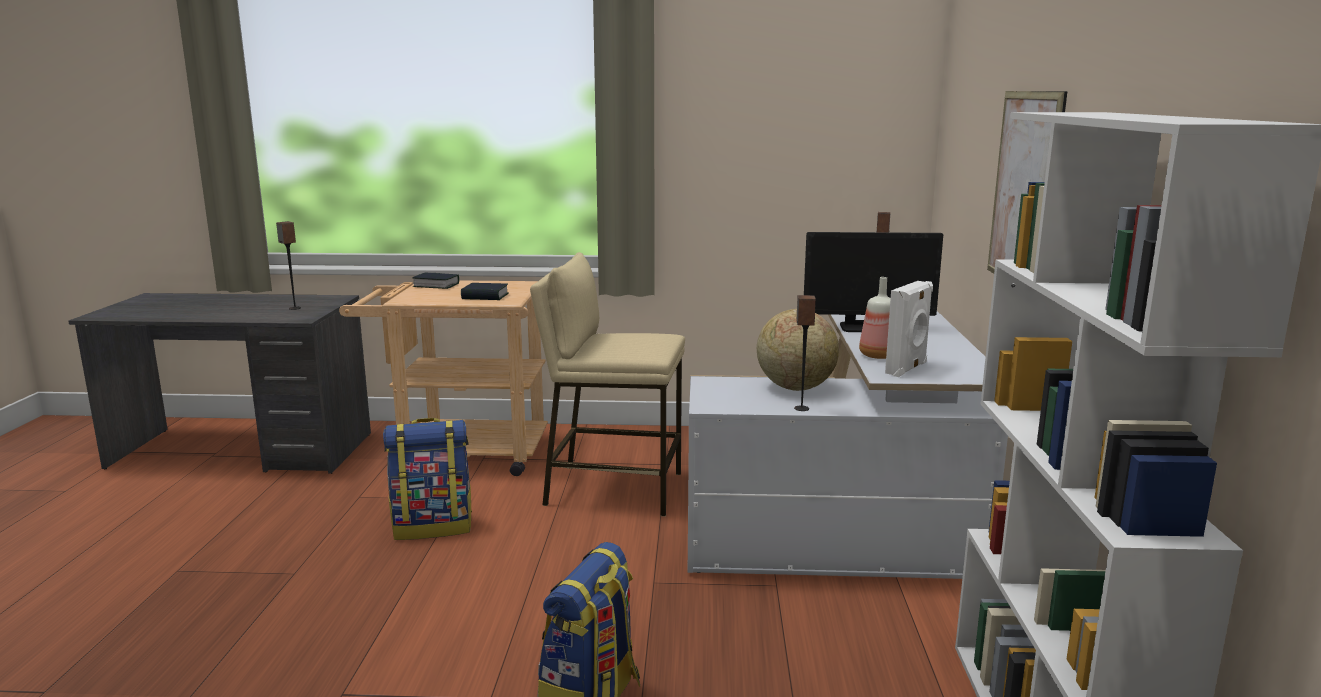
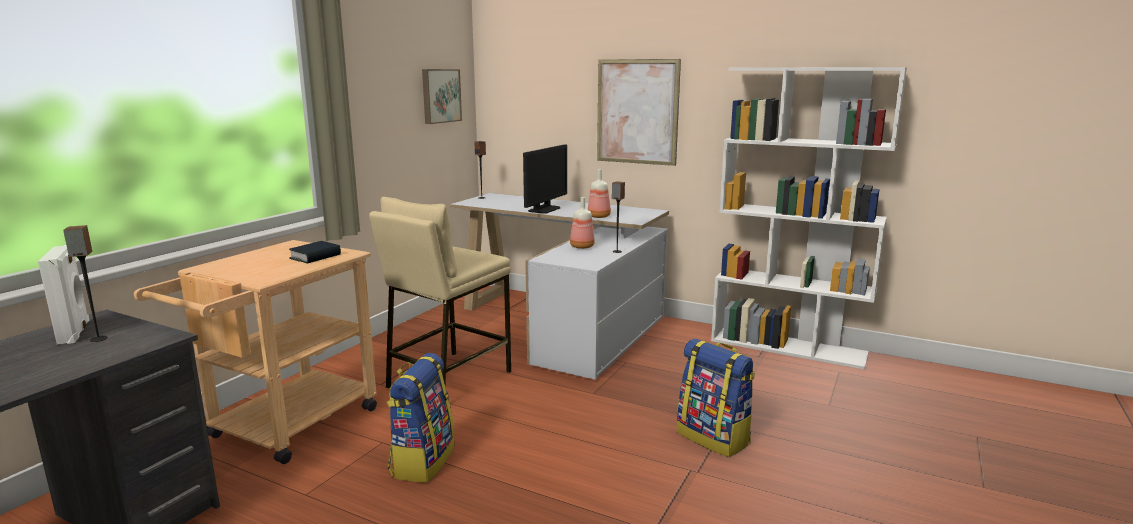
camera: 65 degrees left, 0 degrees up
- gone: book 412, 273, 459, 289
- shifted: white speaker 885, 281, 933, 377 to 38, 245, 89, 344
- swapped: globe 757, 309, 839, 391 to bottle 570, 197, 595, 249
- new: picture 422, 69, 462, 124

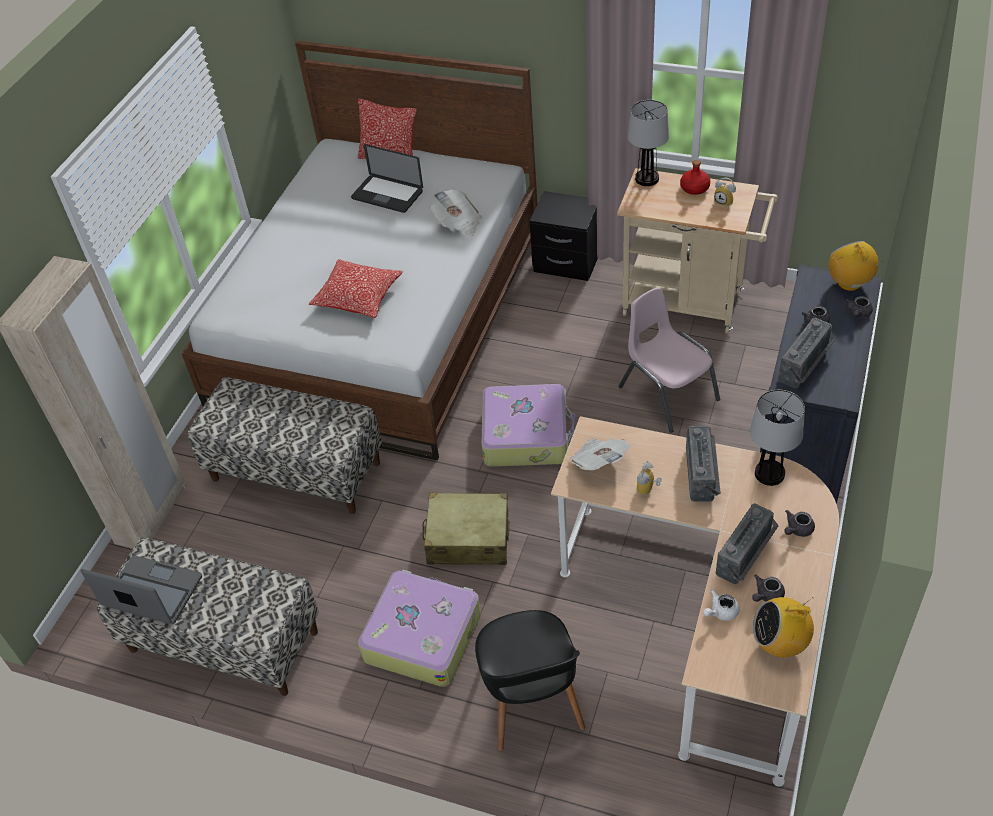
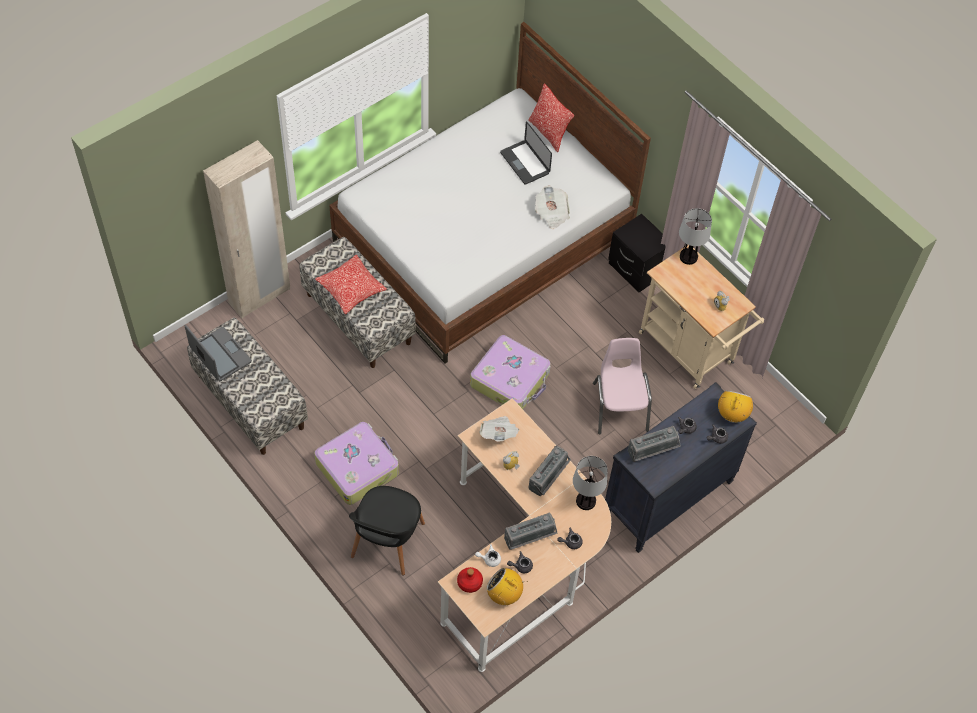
camera: 25 degrees right, 10 degrees up
- shifted: red bottle 680, 160, 710, 195 to 457, 567, 483, 593
- shifted: pillow 309, 259, 403, 318 to 315, 255, 387, 314
- gone: beige suitcase 423, 493, 509, 565

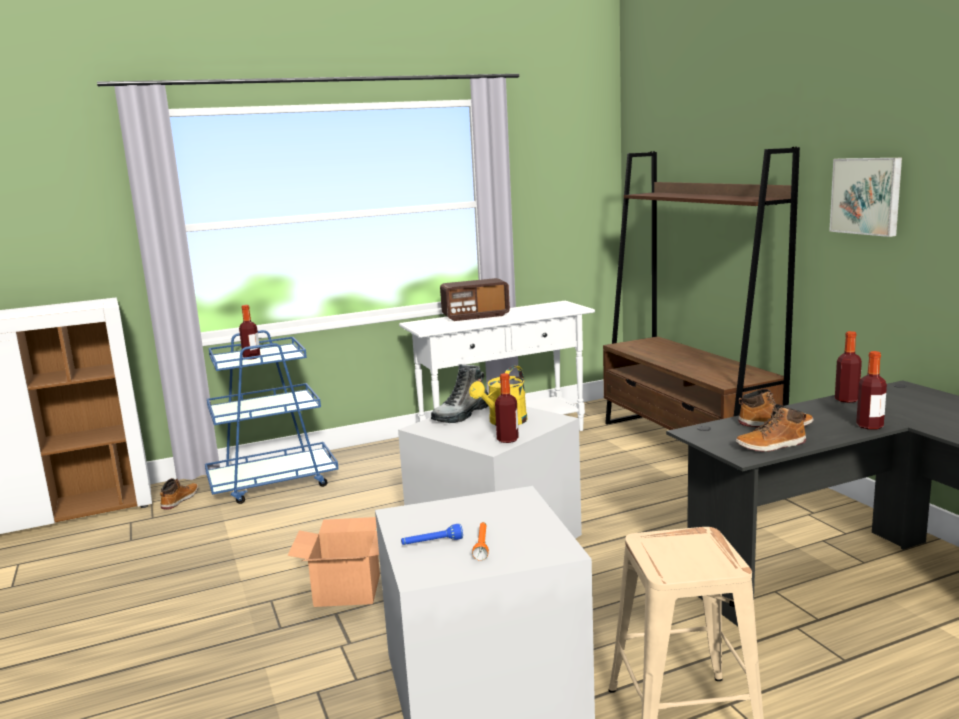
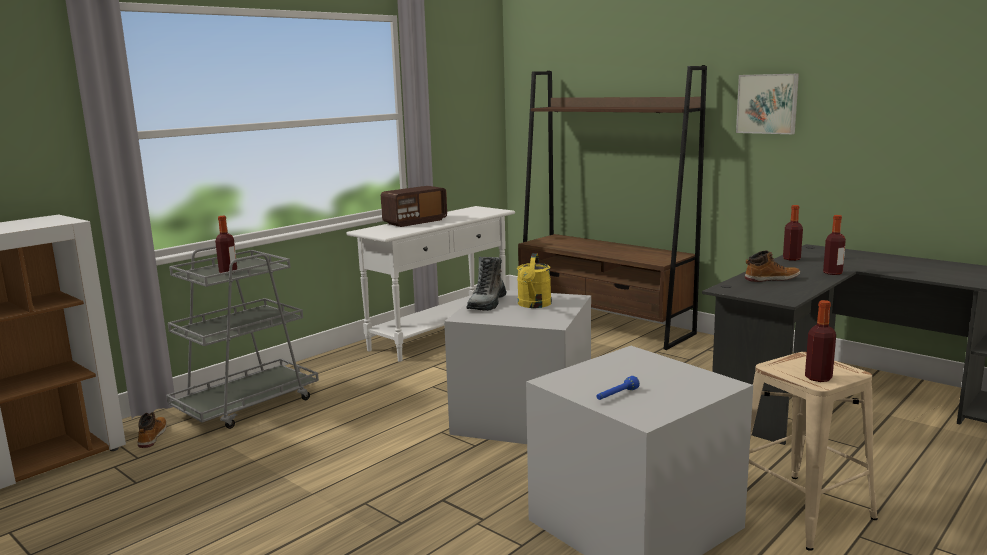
camera: 25 degrees left, 0 degrees up
- repainted: blue cart 205, 330, 338, 504 to grey cart 166, 246, 319, 429
- shifted: bottle 495, 373, 519, 443 to 805, 300, 836, 382
- gone: boot 736, 404, 806, 452
- gone: cardboard box 287, 517, 380, 607
- gone: orange flashlight 472, 522, 489, 561

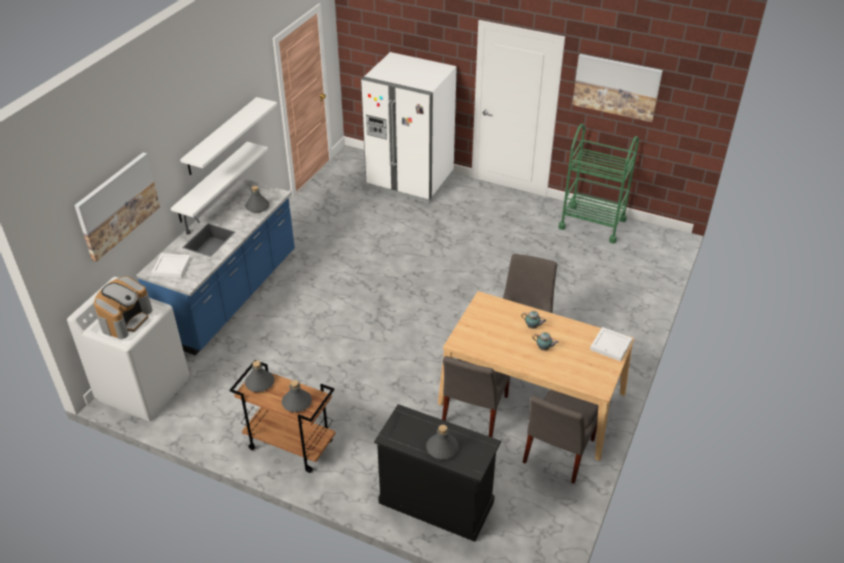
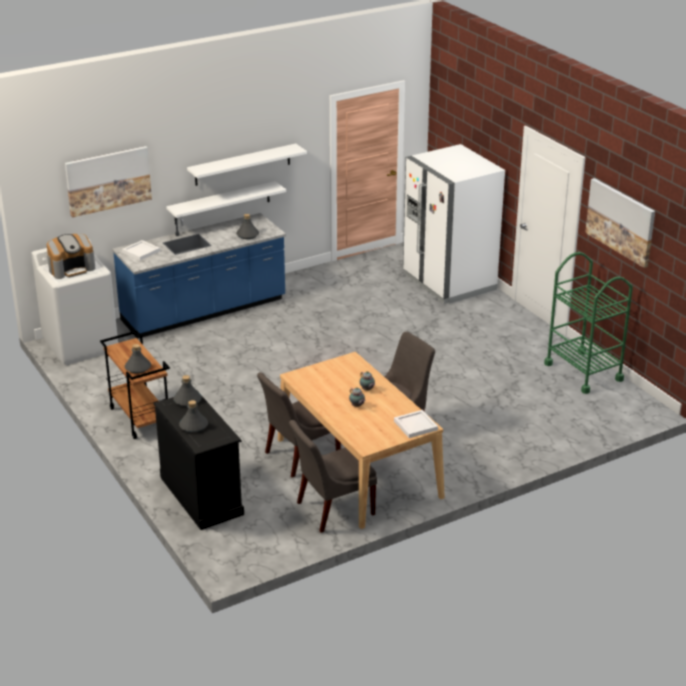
camera: 35 degrees right, 10 degrees down
- shifted: grey bottle 245, 361, 274, 392 to 173, 375, 202, 407

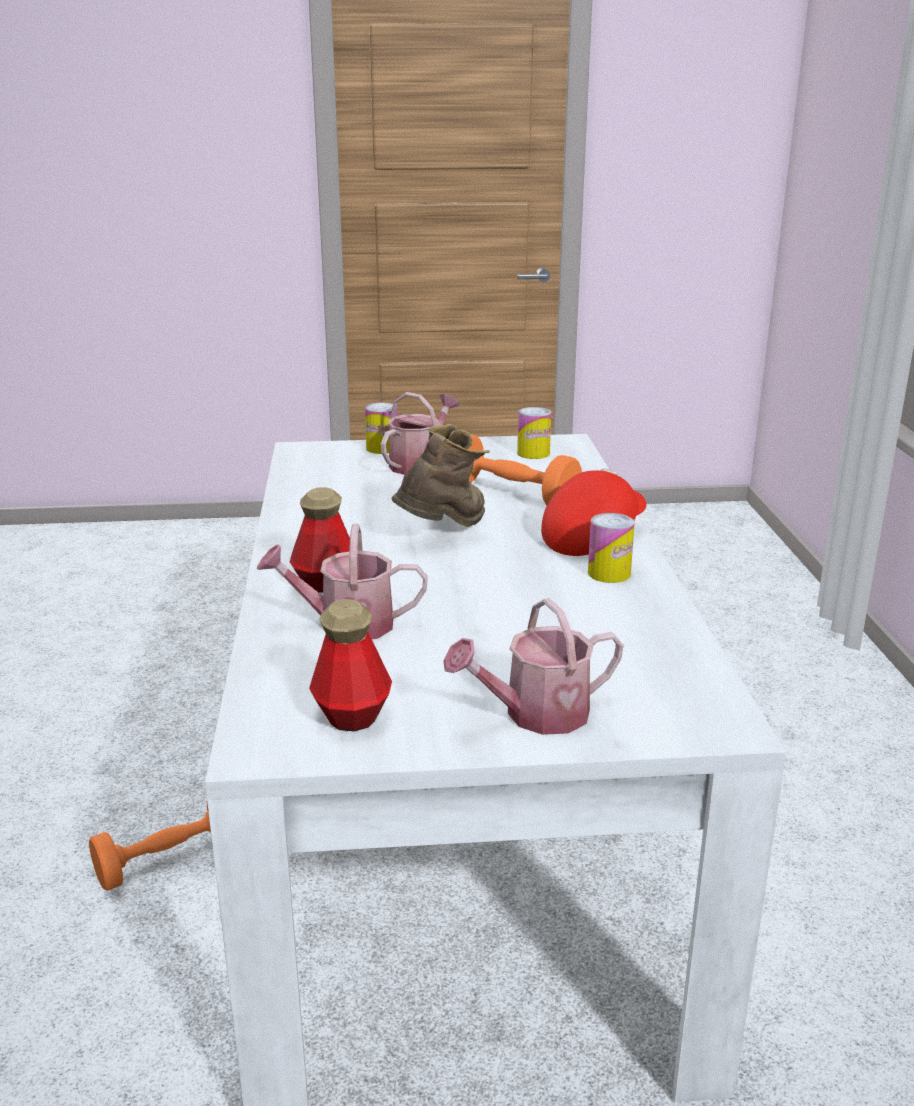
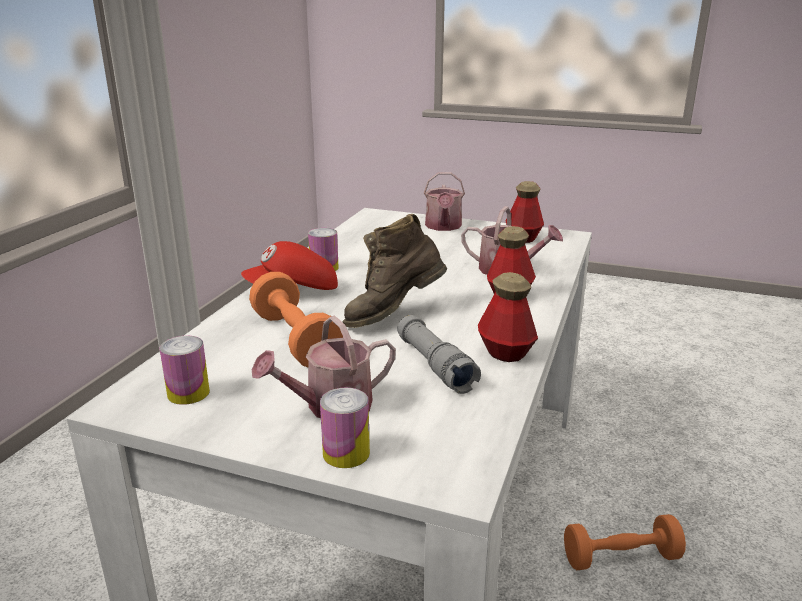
camera: 155 degrees left, 0 degrees up
- rotated: watering can 443, 598, 624, 735 = 424, 172, 465, 231 90 degrees clockwise
- new: bottle 478, 272, 538, 362
- new: grey flashlight 397, 315, 481, 394

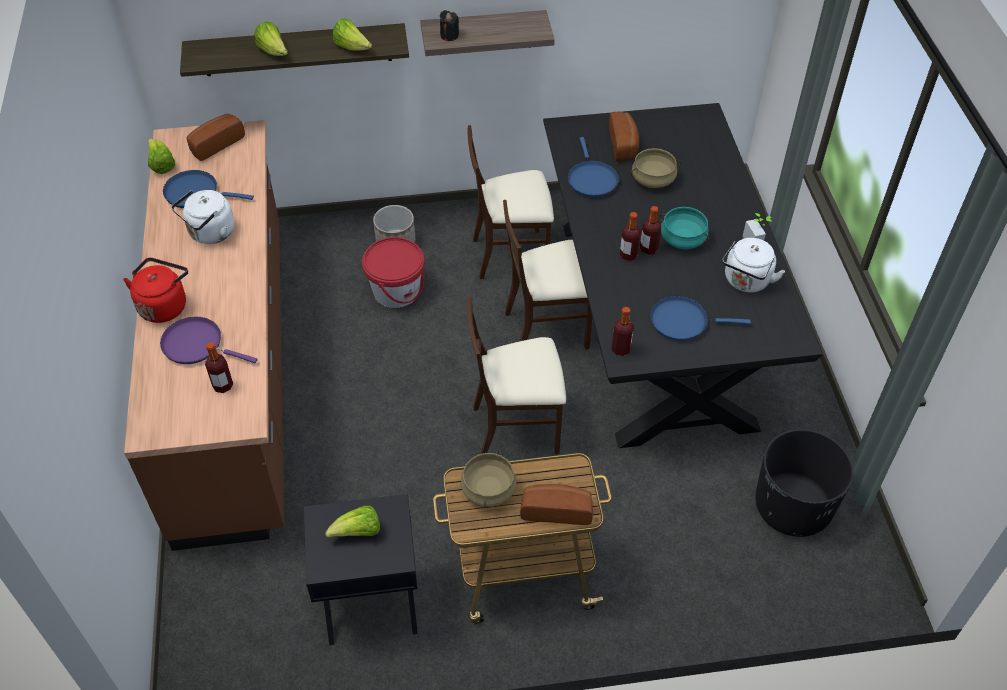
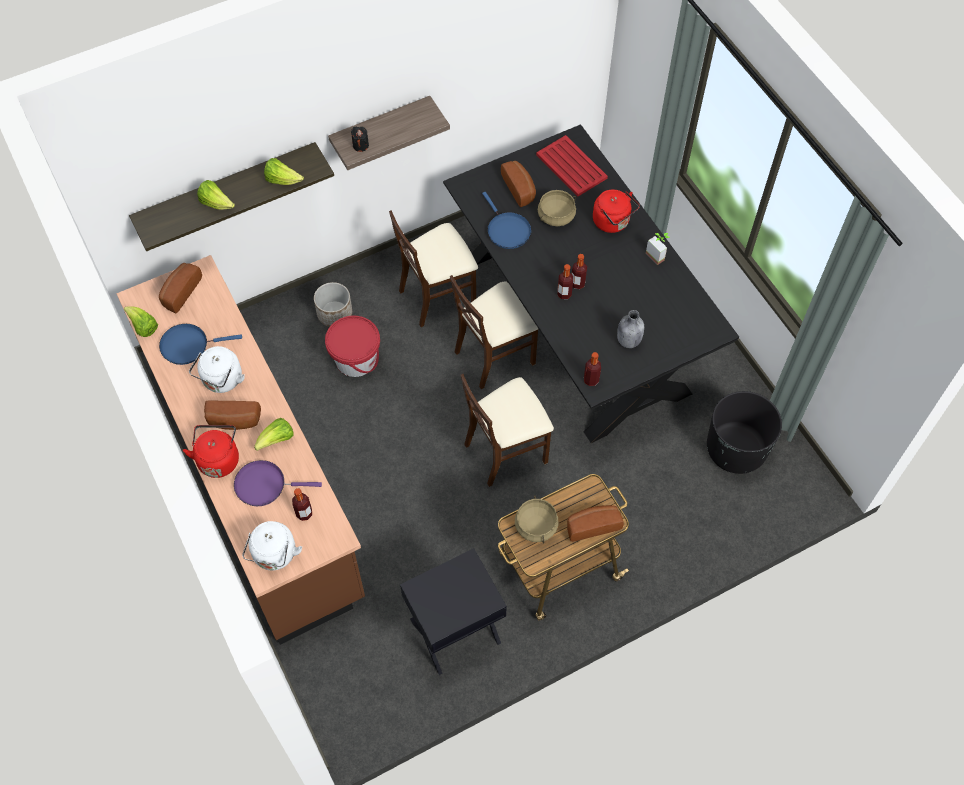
camera: 20 degrees left, 10 degrees up
- gone: turquoise cooking pot 659, 207, 709, 249
- shifted: white kettle 722, 238, 785, 292 to 242, 521, 302, 570
- swapped: blue frying pan 650, 296, 751, 341 to grey bottle 617, 310, 644, 348
- shifted: lettuce 325, 505, 380, 538 to 254, 418, 293, 451
- new: red tray 536, 135, 608, 196
- new: red kettle 593, 189, 640, 233
- new: bread 204, 401, 261, 430

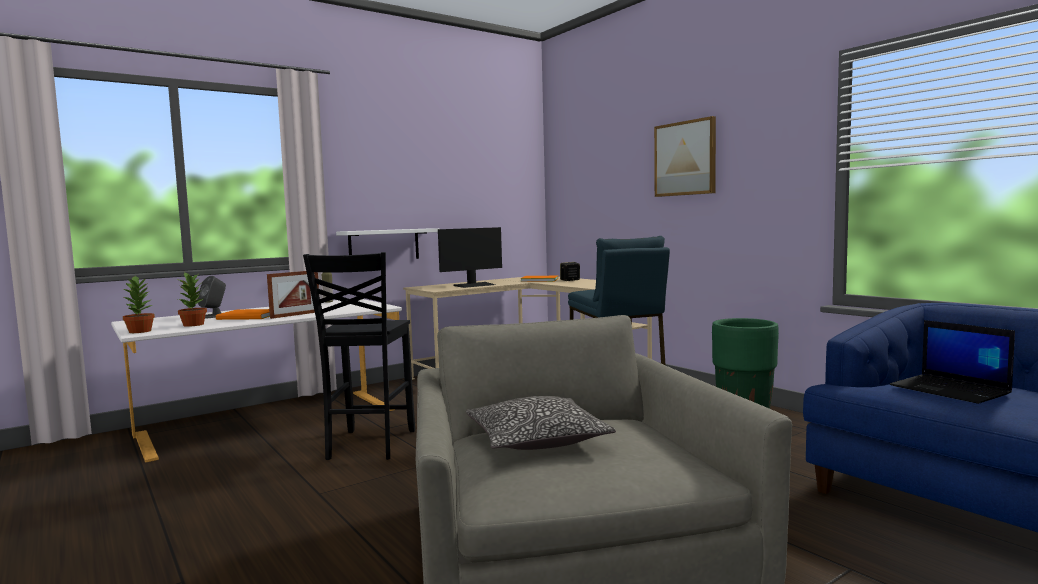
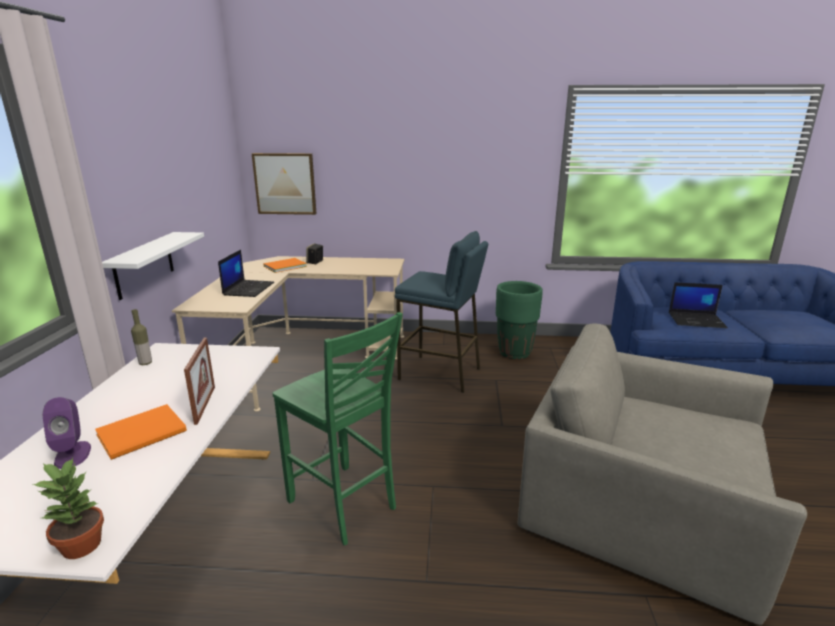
camera: 50 degrees left, 15 degrees up
- shifted: picture 654, 116, 716, 197 to 252, 153, 317, 215
- swapped: monitor 438, 227, 502, 288 to laptop 218, 250, 274, 297
- repainted: black chair 303, 252, 415, 460 to green chair 273, 312, 403, 545
- gone: potted plant 178, 272, 207, 327
- repainted: grey speaker 197, 276, 226, 319 to purple speaker 42, 397, 91, 469
- gone: pillow 466, 396, 616, 450

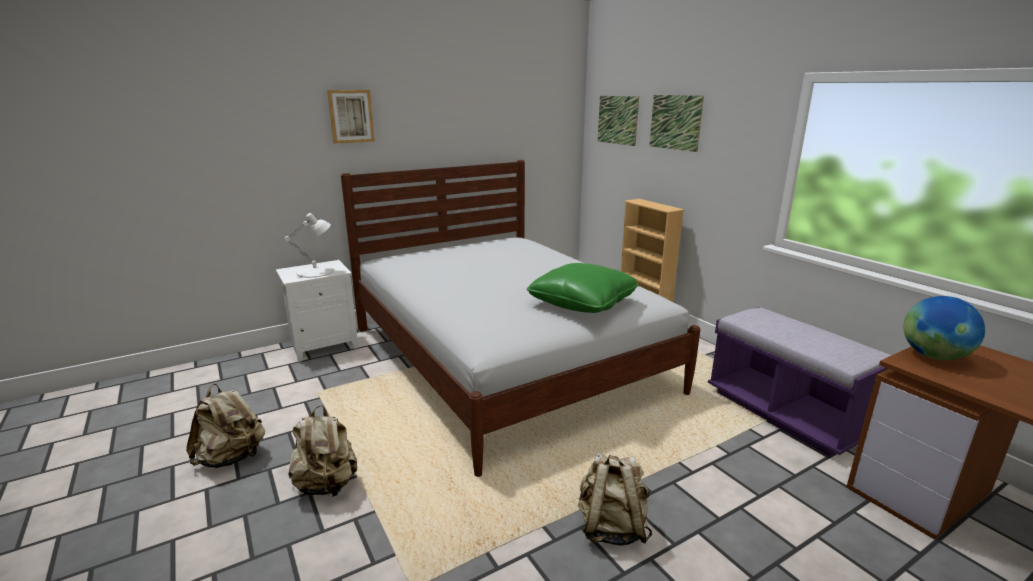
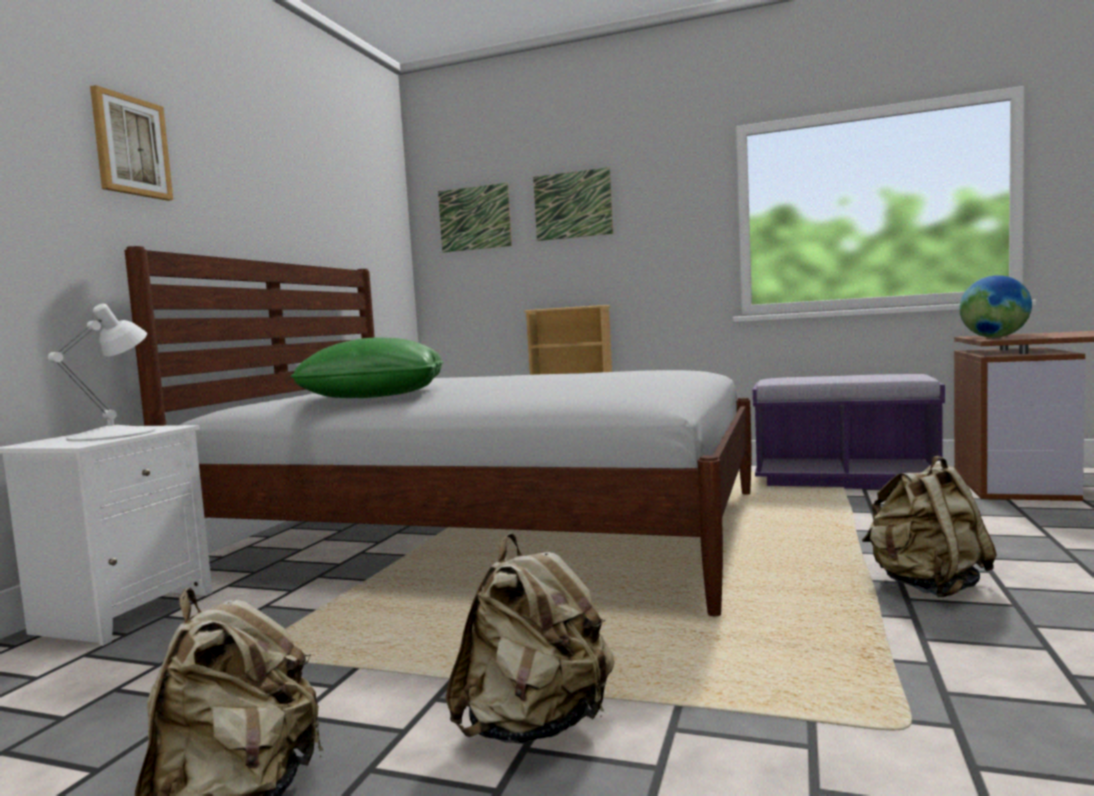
camera: 40 degrees left, 15 degrees down
- shifted: green pillow 527, 263, 639, 313 to 291, 337, 444, 398

